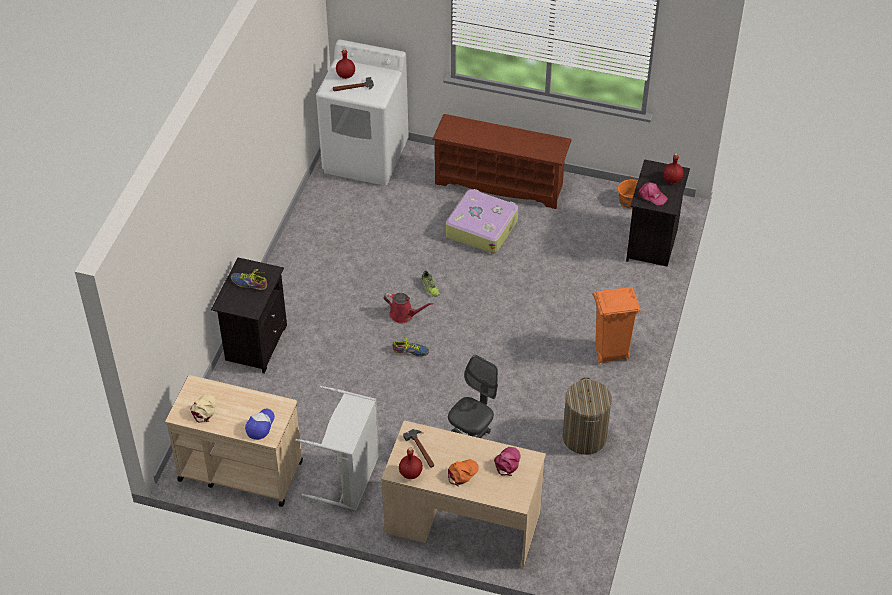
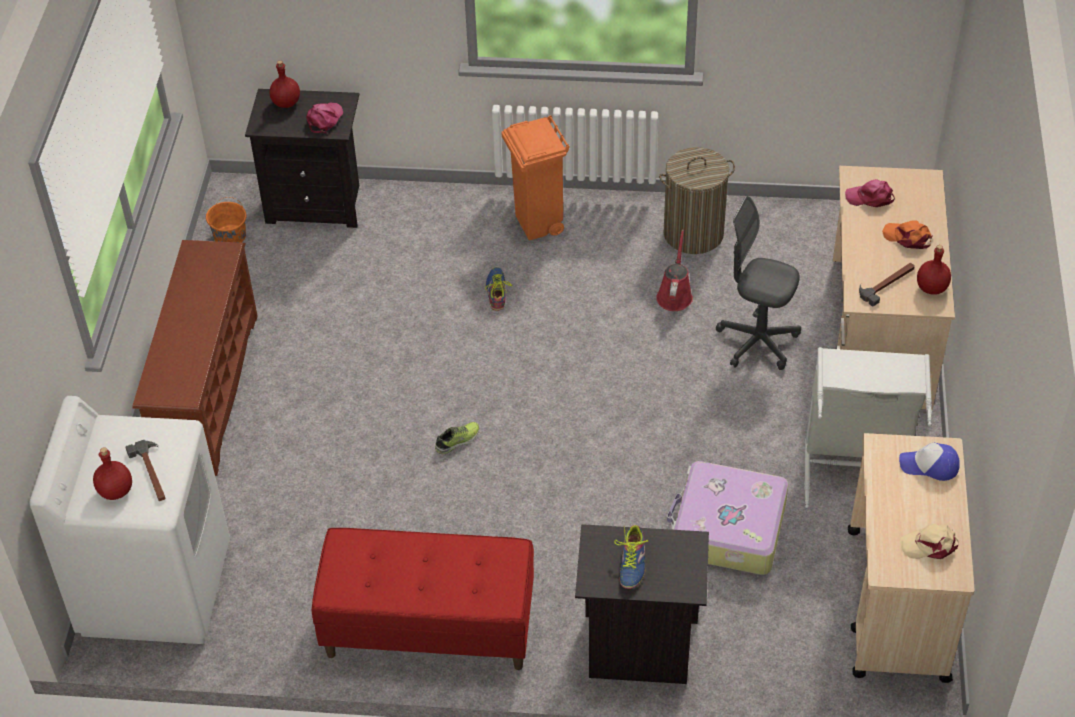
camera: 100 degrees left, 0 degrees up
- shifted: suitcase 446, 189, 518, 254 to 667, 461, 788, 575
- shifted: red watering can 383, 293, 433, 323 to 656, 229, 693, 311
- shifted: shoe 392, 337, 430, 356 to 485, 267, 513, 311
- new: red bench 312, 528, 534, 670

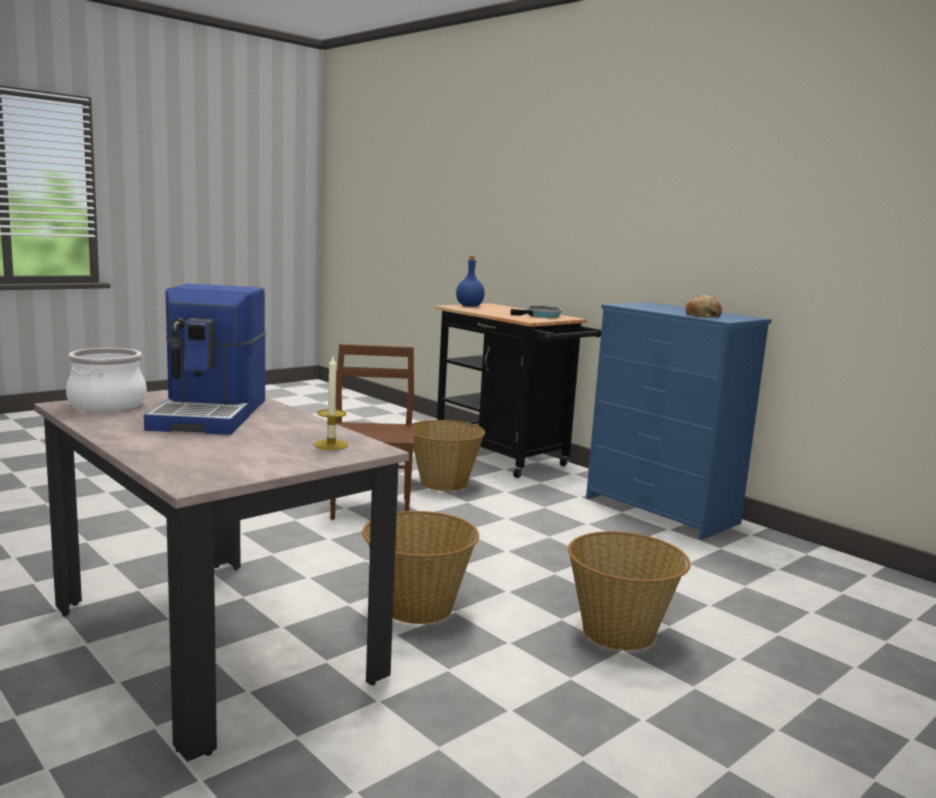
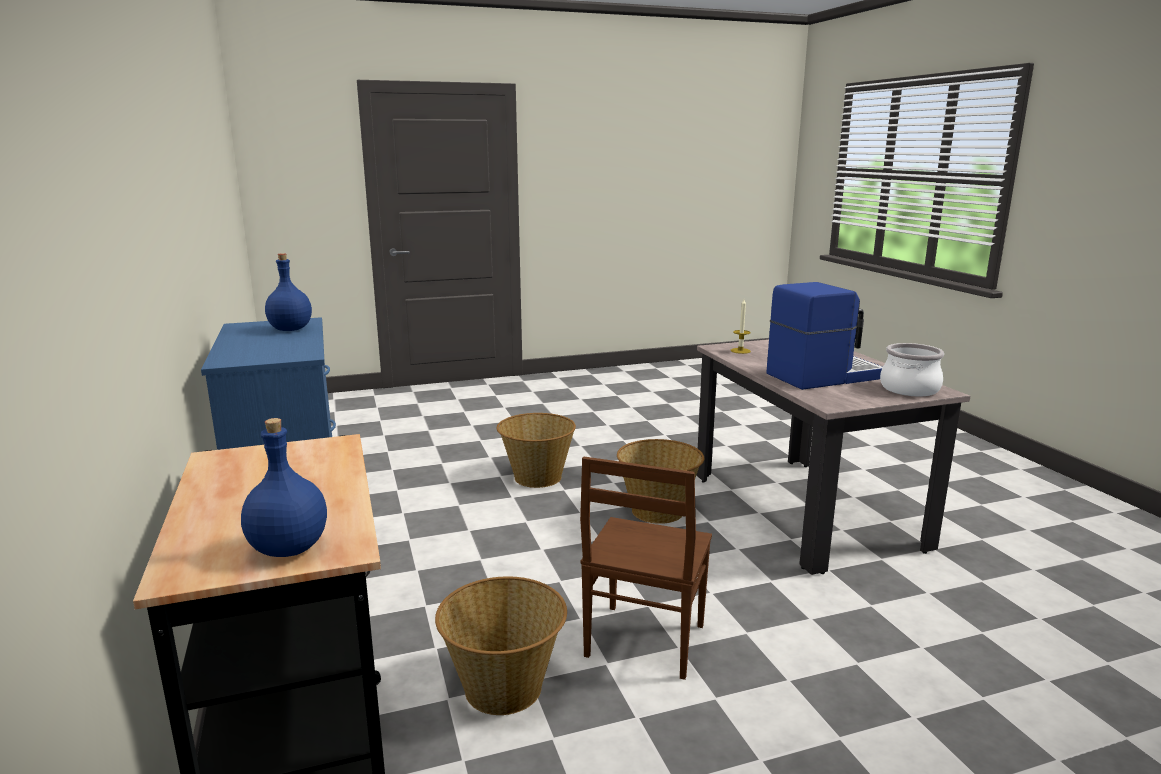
camera: 155 degrees left, 5 degrees up
- rotated: coffee machine 144, 284, 266, 435 = 766, 282, 882, 390 45 degrees clockwise
- swapped: bread 686, 294, 722, 318 to blue bottle 265, 253, 312, 331
- gone: frying pan 510, 306, 563, 318

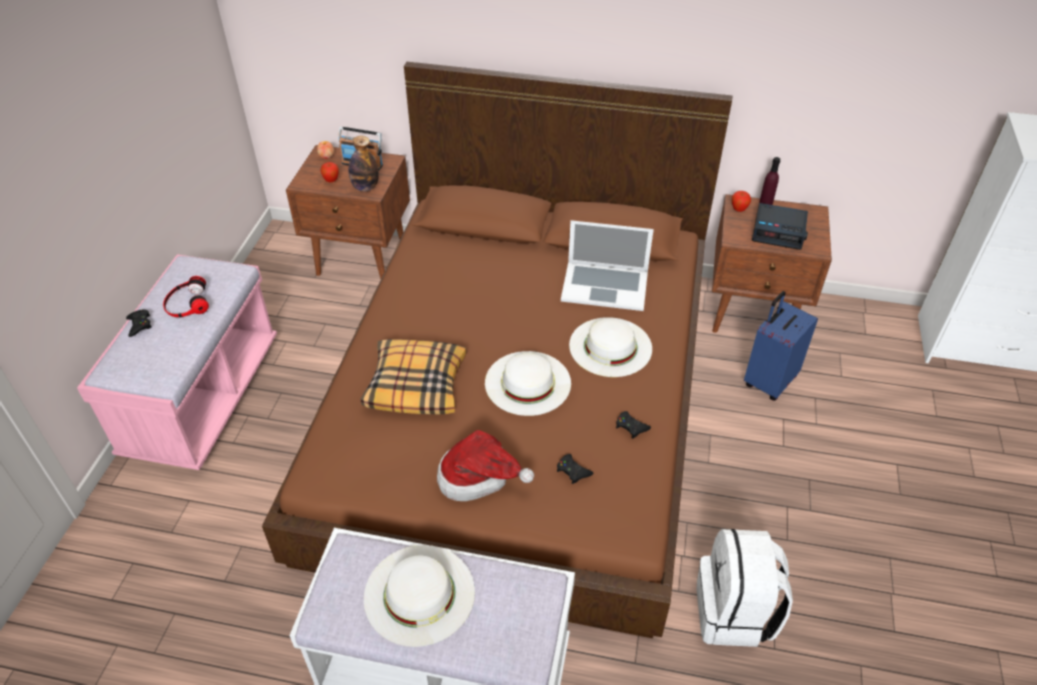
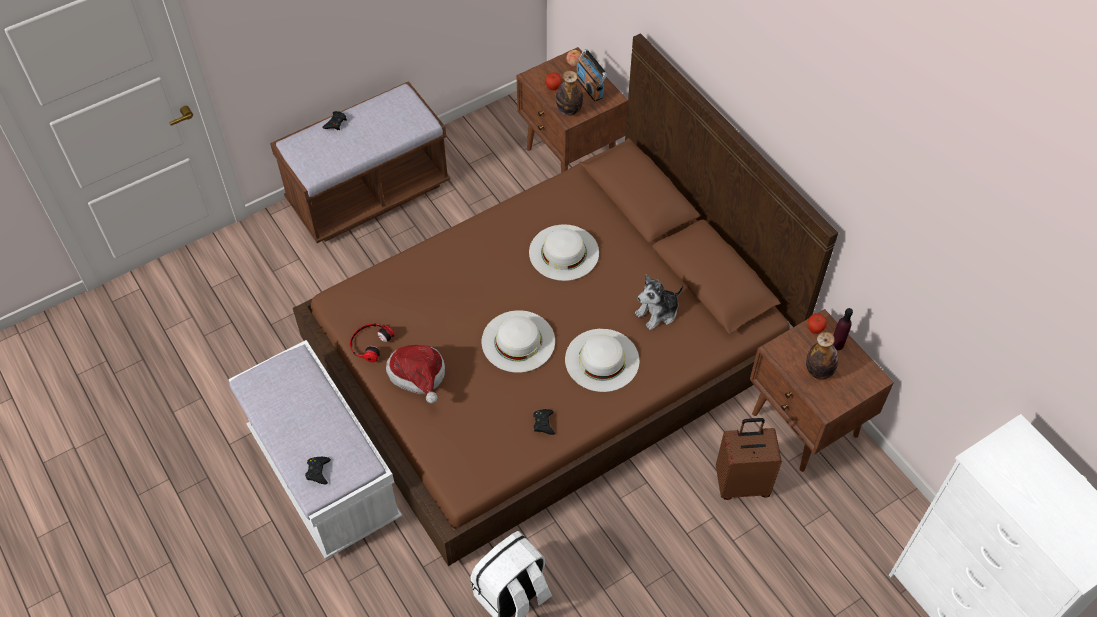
camera: 45 degrees right, 10 degrees up
- swapped: alarm clock 752, 203, 808, 250 to bottle 806, 332, 838, 380
- swapped: laptop 561, 220, 654, 311 to plush toy 635, 274, 683, 330
- repainted: pink bench 77, 254, 277, 470 to brown bench 270, 81, 450, 243
- shifted: headphones 163, 276, 209, 317 to 350, 323, 395, 362
- repainted: blue suitcase 744, 291, 818, 401 to brown suitcase 716, 418, 782, 500
- gone: pillow 361, 340, 467, 414
- shifted: black game controller 557, 454, 593, 484 to 305, 457, 331, 484
- shifted: white hat 364, 545, 475, 647 to 529, 224, 599, 281

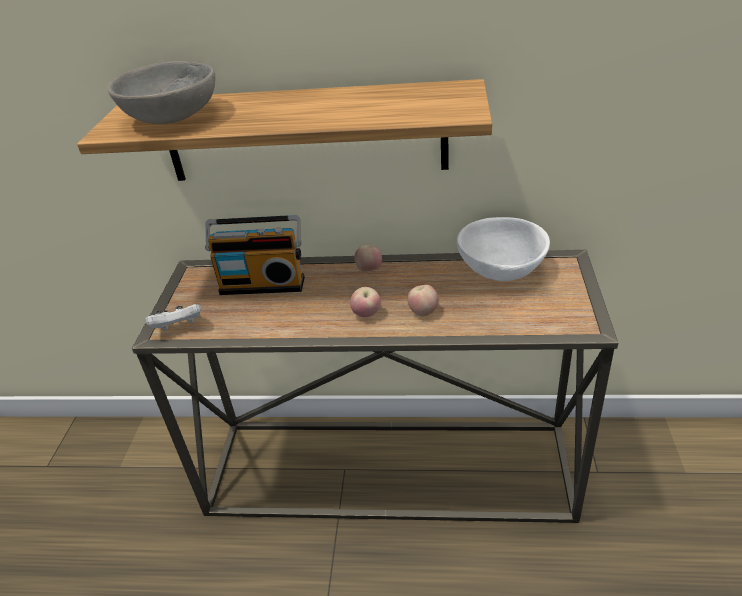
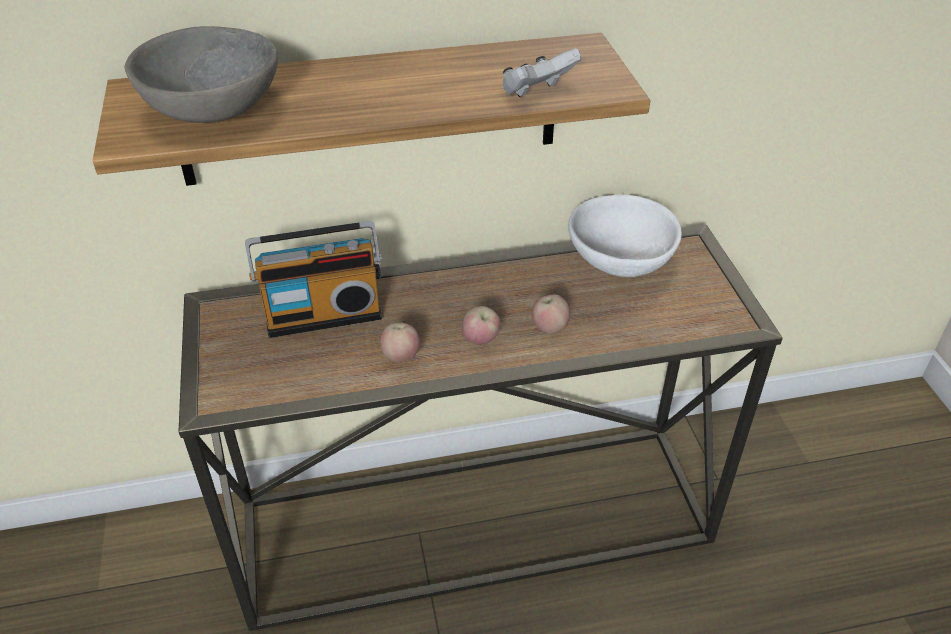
camera: 20 degrees left, 5 degrees up
- shifted: apple 355, 245, 382, 272 to 380, 323, 420, 362
- shifted: white game controller 146, 304, 201, 331 to 502, 48, 581, 97

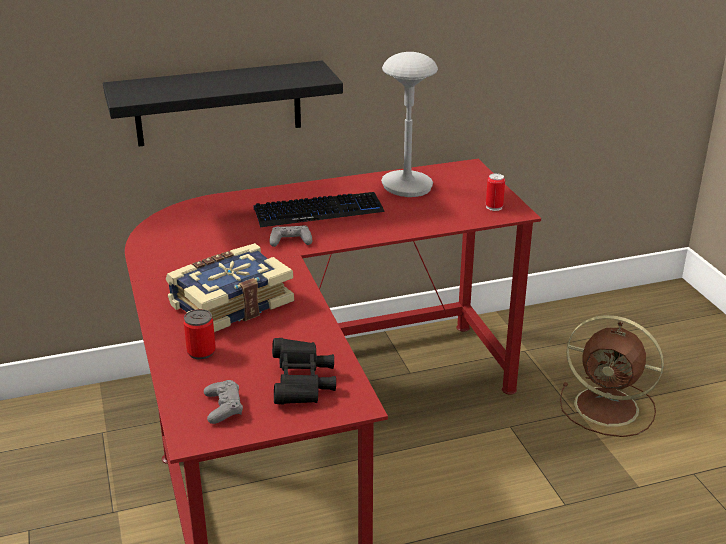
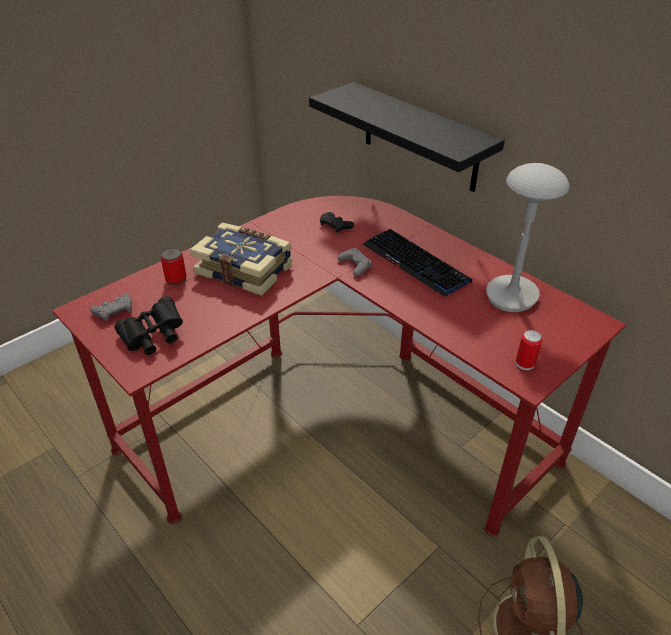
camera: 65 degrees right, 10 degrees up
- new: black game controller 320, 212, 354, 233

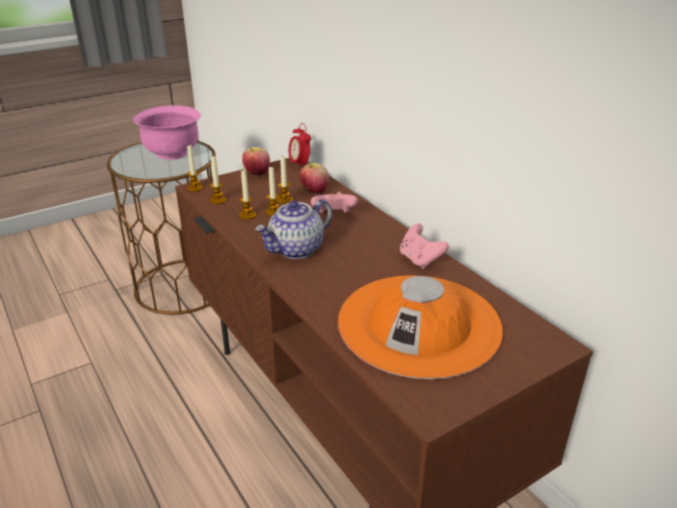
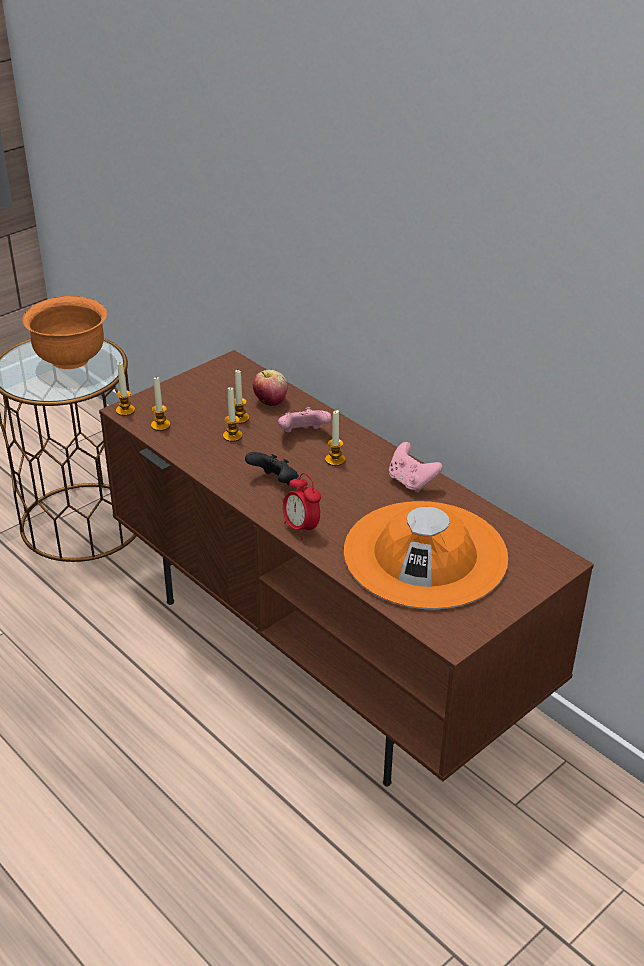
camera: 10 degrees left, 5 degrees up
- repainted: pink bowl 133, 105, 201, 160 to orange bowl 23, 296, 107, 369
- shifted: alarm clock 289, 123, 311, 169 to 283, 473, 321, 539
- gone: apple 242, 147, 270, 175
- shifted: candle 239, 169, 256, 220 to 325, 410, 346, 466
- swapped: teapot 255, 199, 332, 259 to black game controller 245, 452, 299, 486

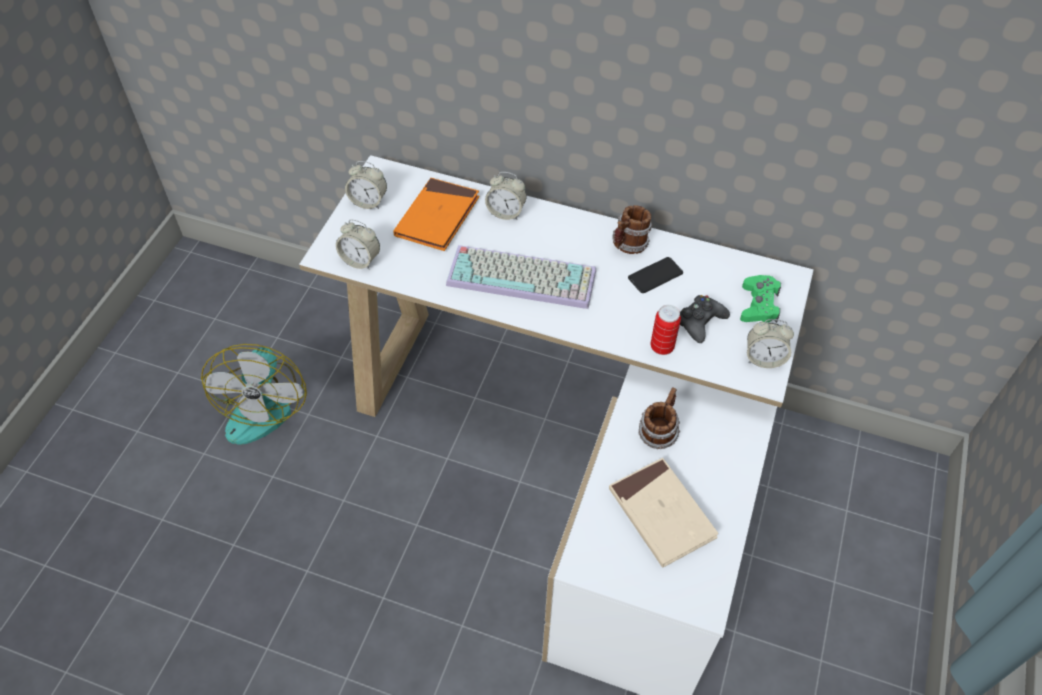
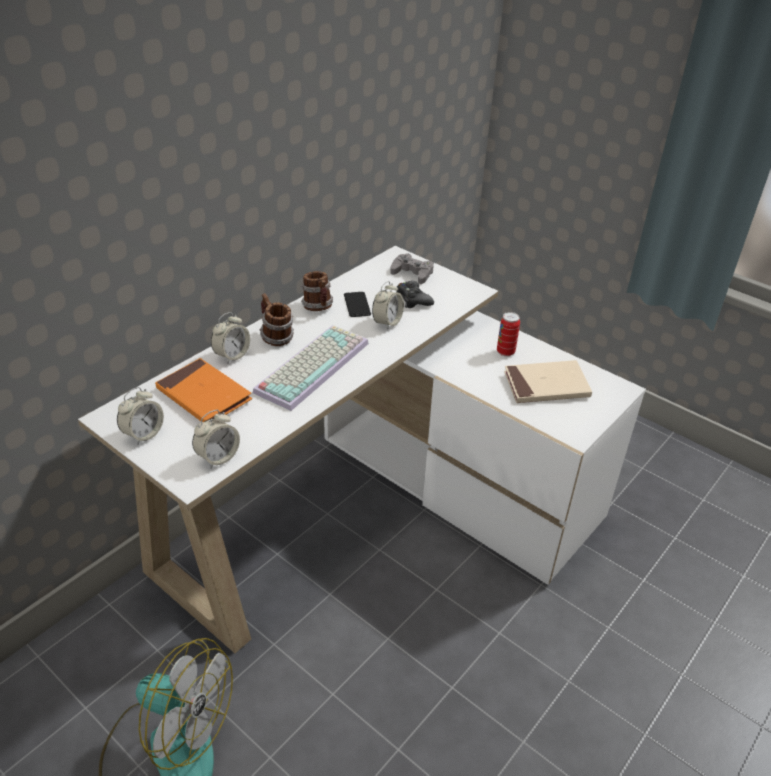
camera: 70 degrees left, 15 degrees down
- repainted: green game controller 740, 275, 781, 323 to grey game controller 390, 253, 434, 284
- shifted: can 650, 305, 681, 355 to 497, 312, 520, 356
- shifted: alarm clock 747, 319, 794, 368 to 372, 281, 404, 330
- shifted: mug 638, 387, 680, 449 to 260, 293, 294, 346

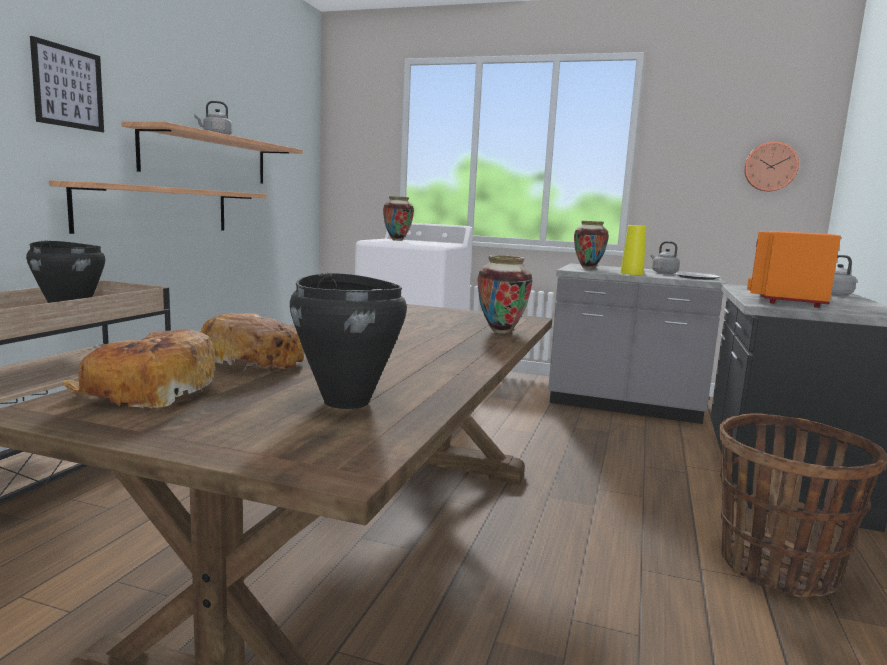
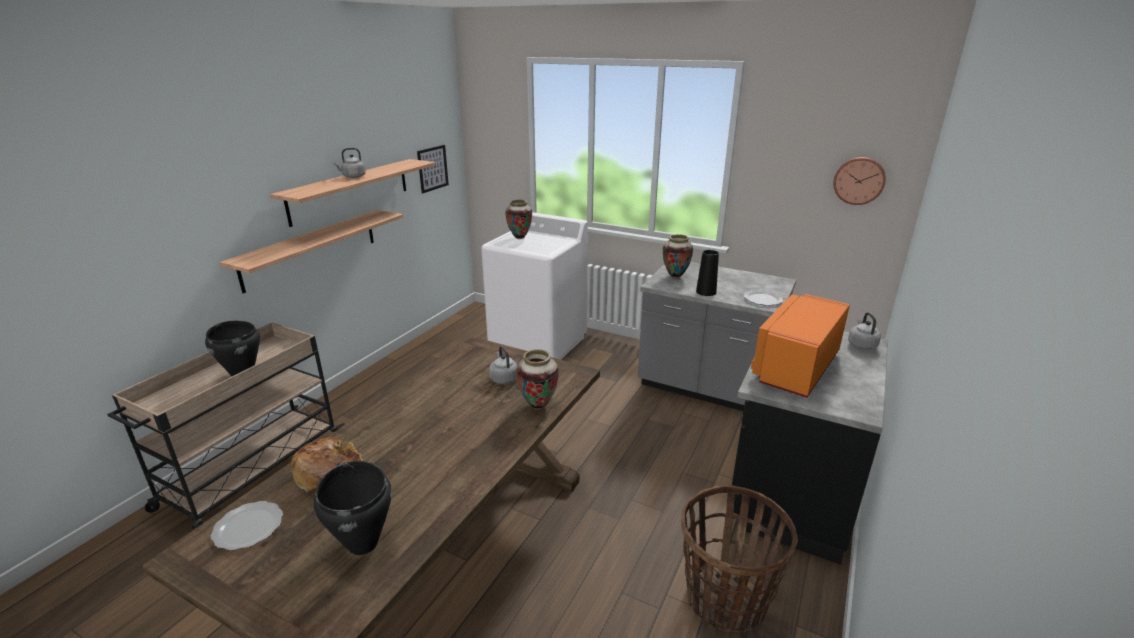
camera: 10 degrees right, 15 degrees up
- shifted: picture 30, 36, 104, 132 to 417, 145, 449, 193
- repainted: yellow vase 620, 225, 646, 275 to black vase 696, 250, 719, 296
- shifted: grey kettle 650, 241, 680, 274 to 489, 346, 517, 384
- swapped: bread 63, 329, 215, 408 to plate 211, 501, 283, 550

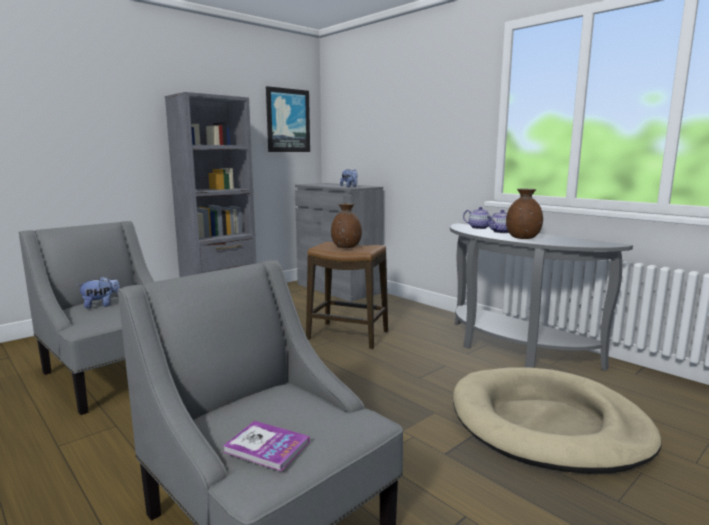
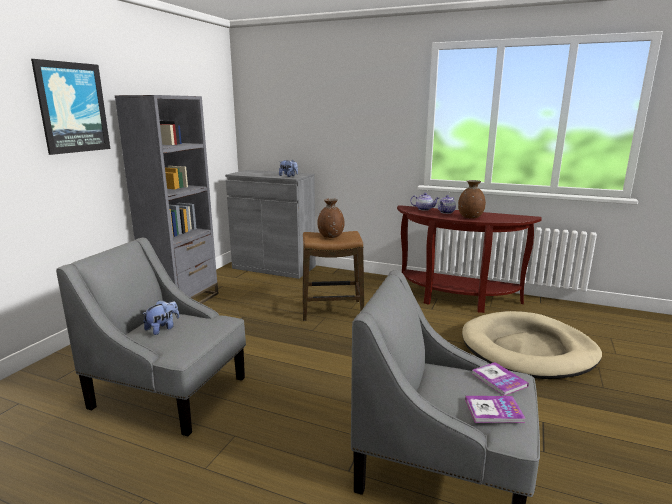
camera: 25 degrees left, 5 degrees up
- shifted: picture 266, 86, 310, 152 to 31, 59, 110, 155
- repainted: grey console table 450, 223, 633, 371 to brown console table 397, 205, 542, 313
- new: book 472, 362, 529, 396

